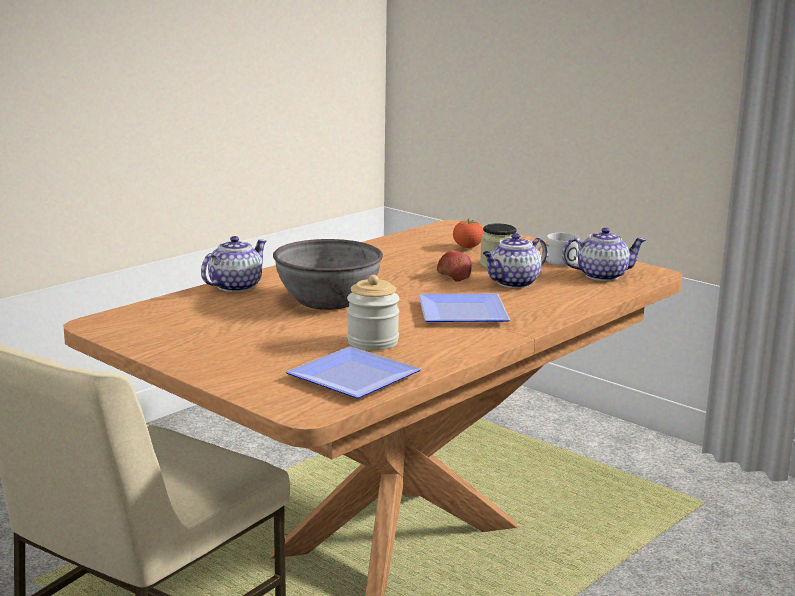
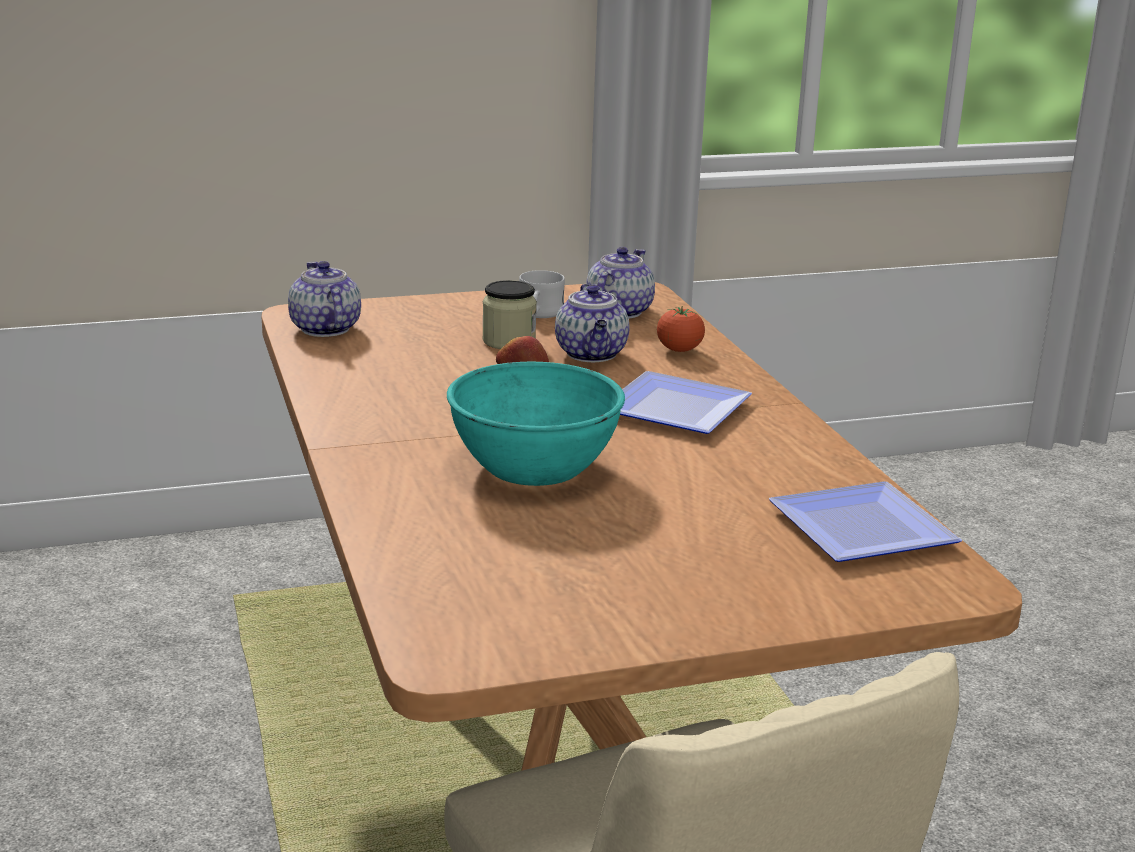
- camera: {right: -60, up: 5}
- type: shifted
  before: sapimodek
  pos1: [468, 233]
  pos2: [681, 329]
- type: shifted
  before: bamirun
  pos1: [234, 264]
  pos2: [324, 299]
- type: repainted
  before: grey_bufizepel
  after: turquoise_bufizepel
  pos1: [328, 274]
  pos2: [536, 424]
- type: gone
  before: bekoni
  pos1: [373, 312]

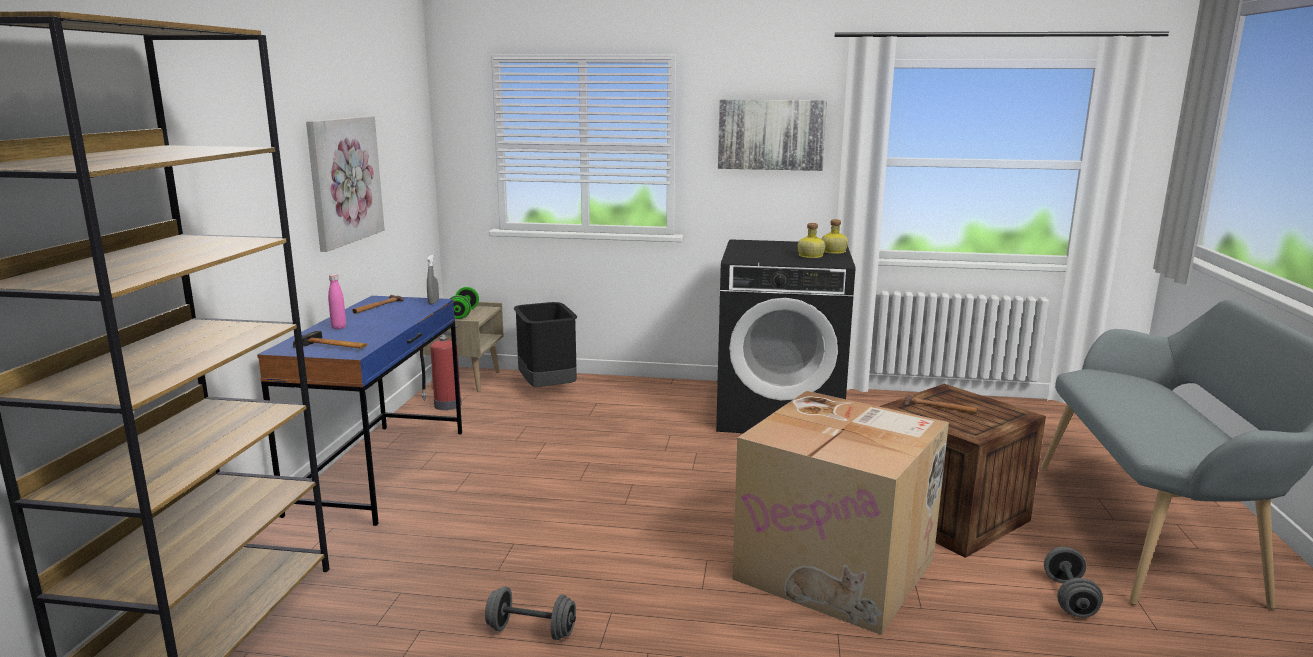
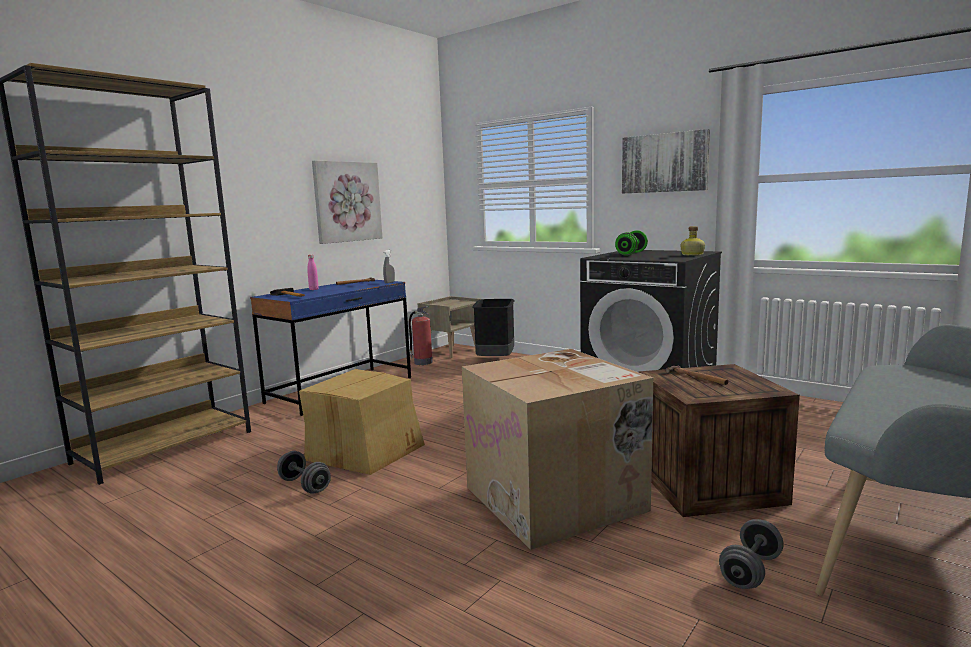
- camera: {right: 30, up: -5}
- type: gone
  before: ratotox
  pos1: [811, 240]
- type: shifted
  before: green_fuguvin
  pos1: [464, 303]
  pos2: [631, 243]
- type: new
  after: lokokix
  pos2: [362, 422]

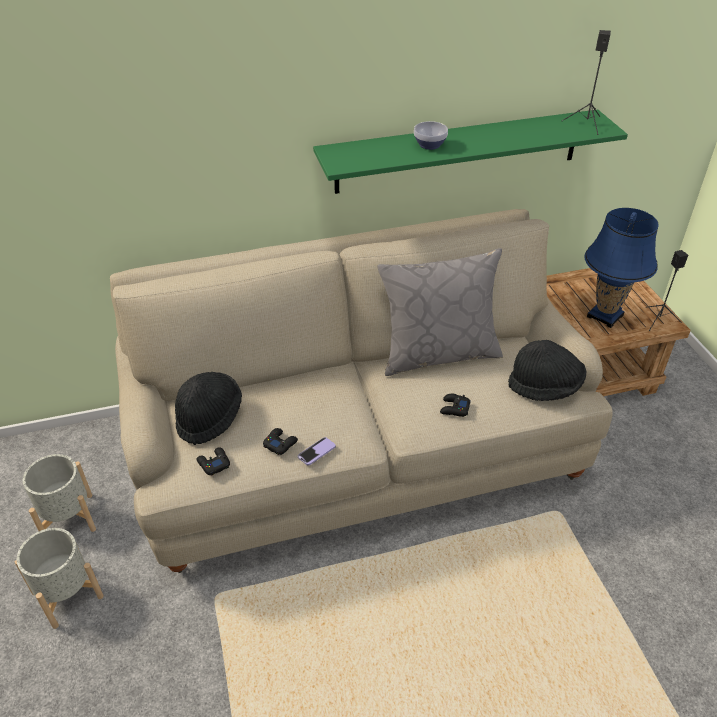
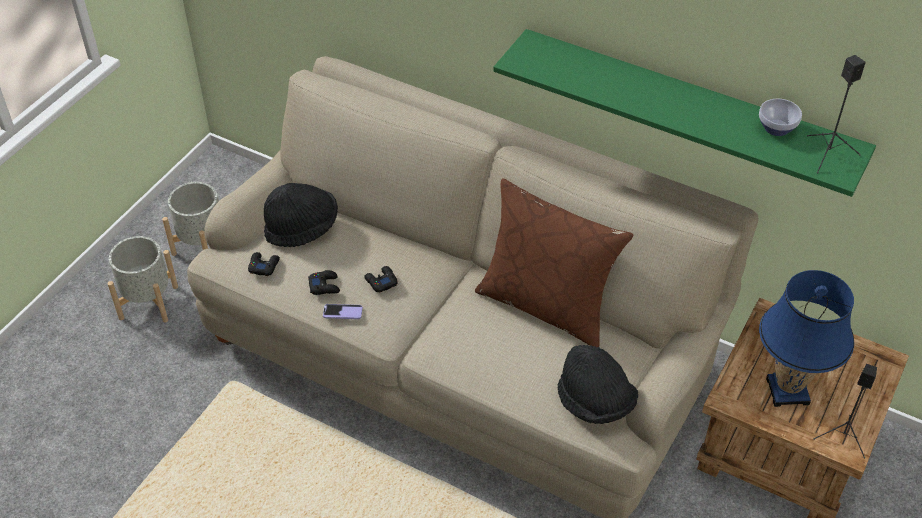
- camera: {right: 45, up: 5}
- type: shifted
  before: bufizepel
  pos1: [431, 135]
  pos2: [780, 117]
- type: repainted
  before: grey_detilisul
  after: brown_detilisul
  pos1: [440, 312]
  pos2: [554, 262]
- type: shifted
  before: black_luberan
  pos1: [455, 405]
  pos2: [381, 279]

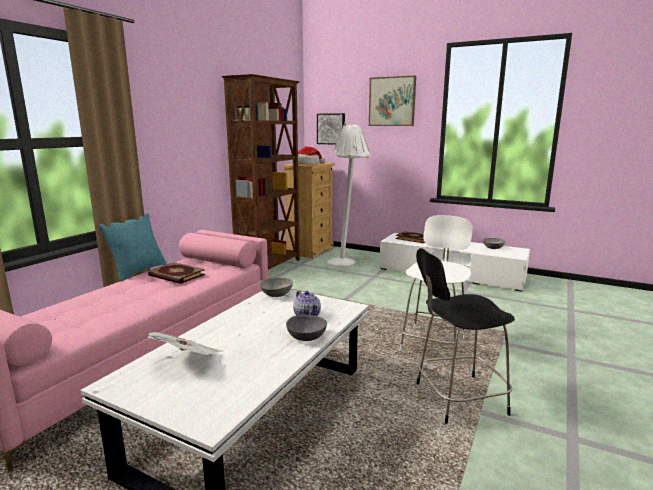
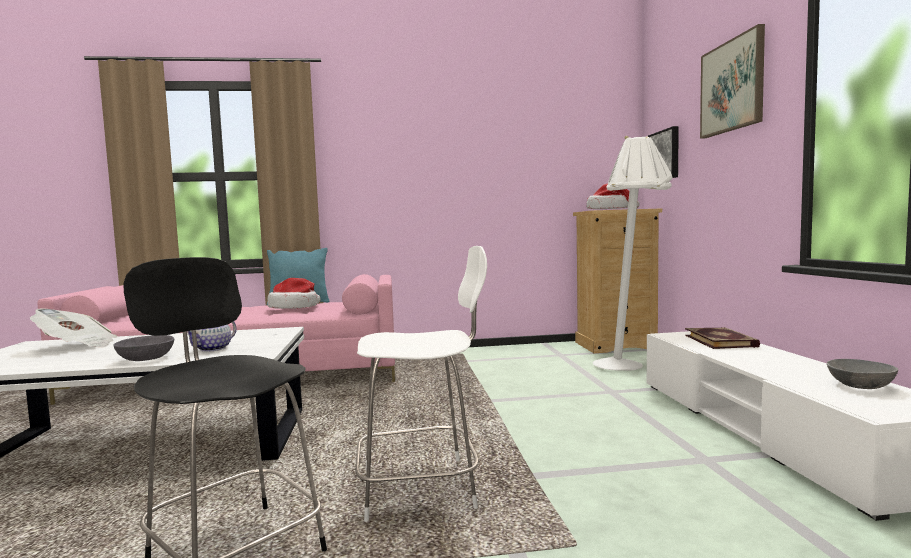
- camera: {right: 55, up: -10}
- type: gone
  before: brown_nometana
  pos1: [261, 171]
- type: swapped
  before: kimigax
  after: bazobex
  pos1: [176, 273]
  pos2: [294, 293]
- type: gone
  before: grey_bufizepel
  pos1: [276, 287]

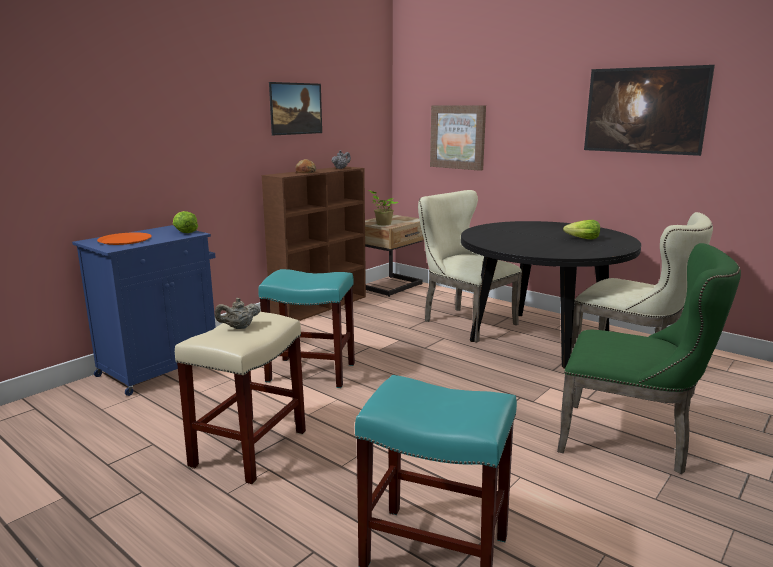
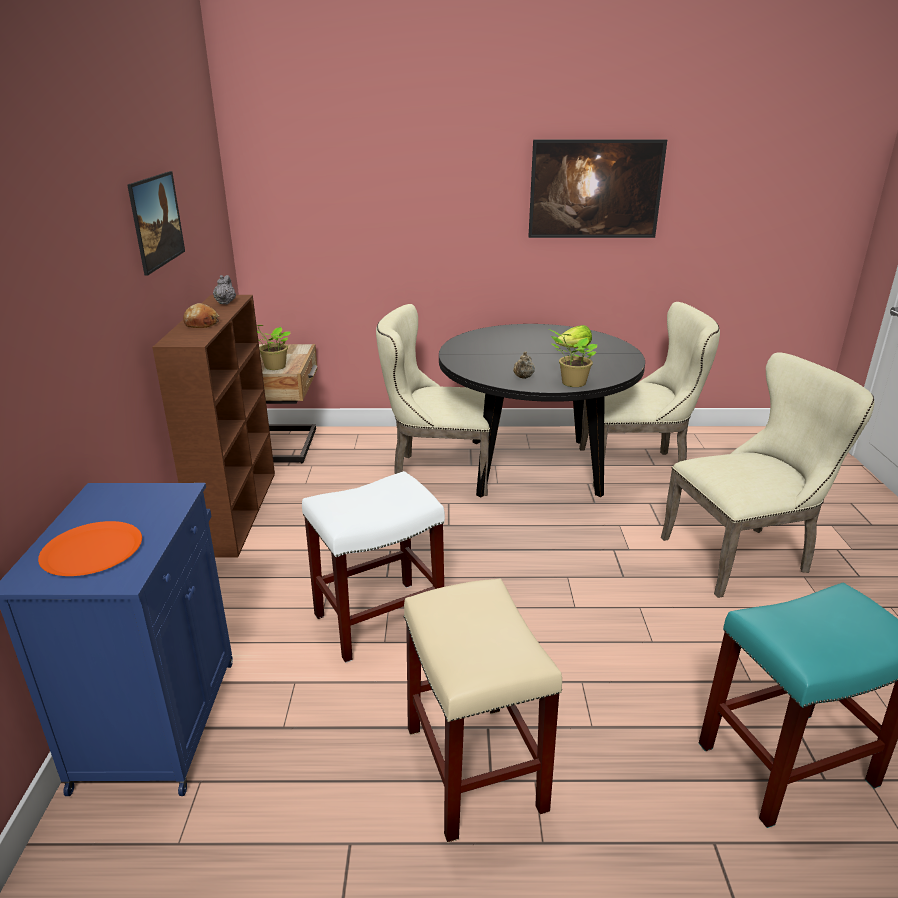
- camera: {right: -40, up: 10}
- type: gone
  before: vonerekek
  pos1: [458, 138]
- type: gone
  before: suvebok
  pos1: [185, 222]
- type: repainted
  before: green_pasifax
  after: beige_pasifax
  pos1: [649, 358]
  pos2: [768, 475]
- type: repainted
  before: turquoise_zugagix
  after: white_zugagix
  pos1: [306, 328]
  pos2: [373, 567]
- type: shifted
  before: beige_bamirun
  pos1: [237, 313]
  pos2: [524, 365]
- type: new
  after: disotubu
  pos2: [573, 358]

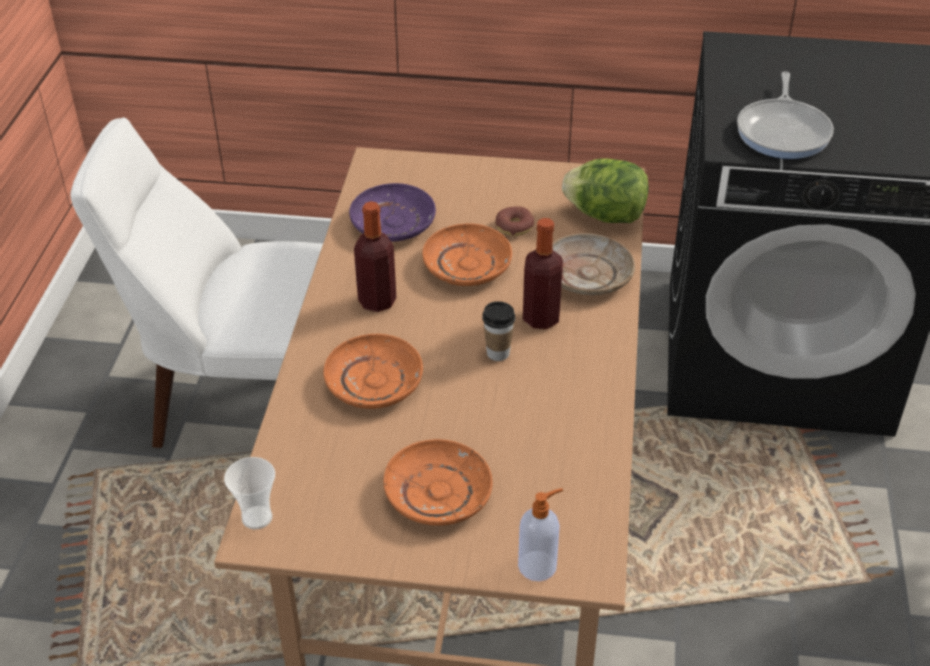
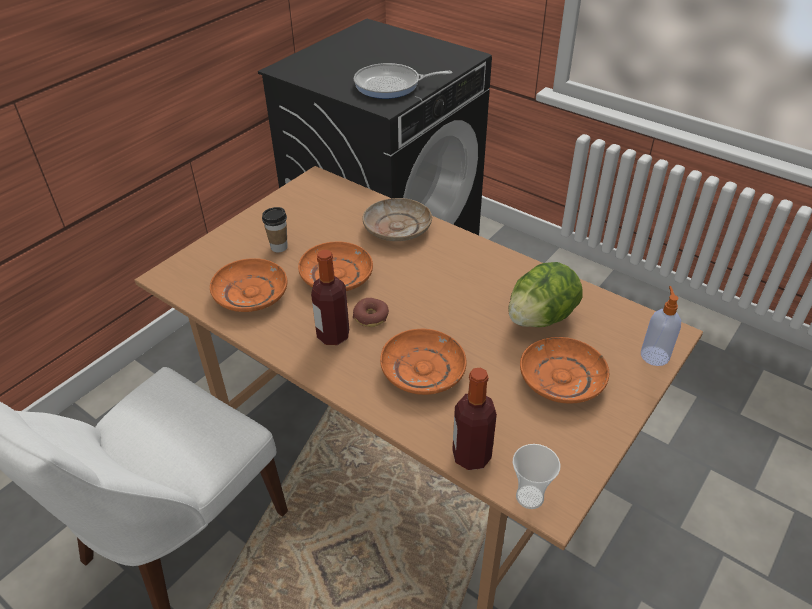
- camera: {right: -60, up: 0}
- type: rotated
  before: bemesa
  pos1: [785, 115]
  pos2: [403, 81]
  turn: 135
- type: shifted
  before: suvebok
  pos1: [605, 190]
  pos2: [545, 294]
- type: repainted
  before: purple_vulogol
  after: orange_vulogol
  pos1: [392, 212]
  pos2: [248, 285]
- type: shifted
  before: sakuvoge
  pos1: [514, 221]
  pos2: [371, 312]
- type: shifted
  before: ratotox
  pos1: [543, 273]
  pos2: [474, 419]
- type: shifted
  before: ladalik
  pos1: [499, 331]
  pos2: [275, 229]

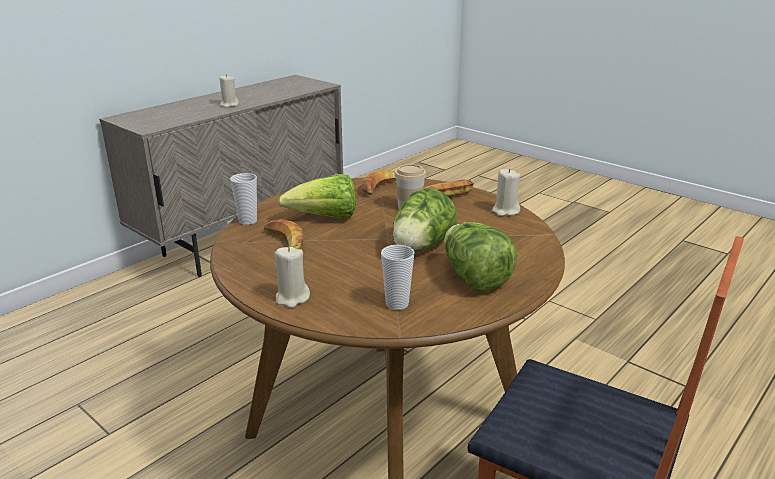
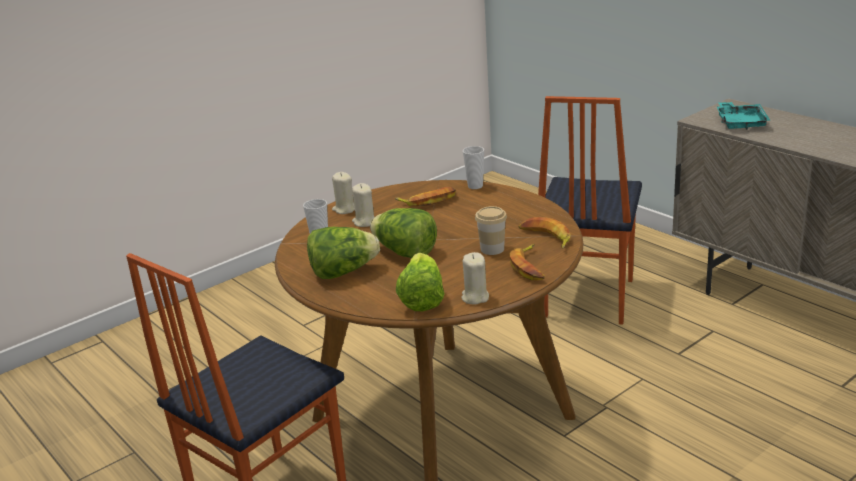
- camera: {right: 100, up: 0}
- type: shifted
  before: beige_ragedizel
  pos1: [229, 91]
  pos2: [363, 205]
- type: shifted
  before: suvebok
  pos1: [317, 196]
  pos2: [420, 282]
- type: new
  after: pasifax
  pos2: [590, 210]
- type: new
  after: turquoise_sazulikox
  pos2: [743, 116]

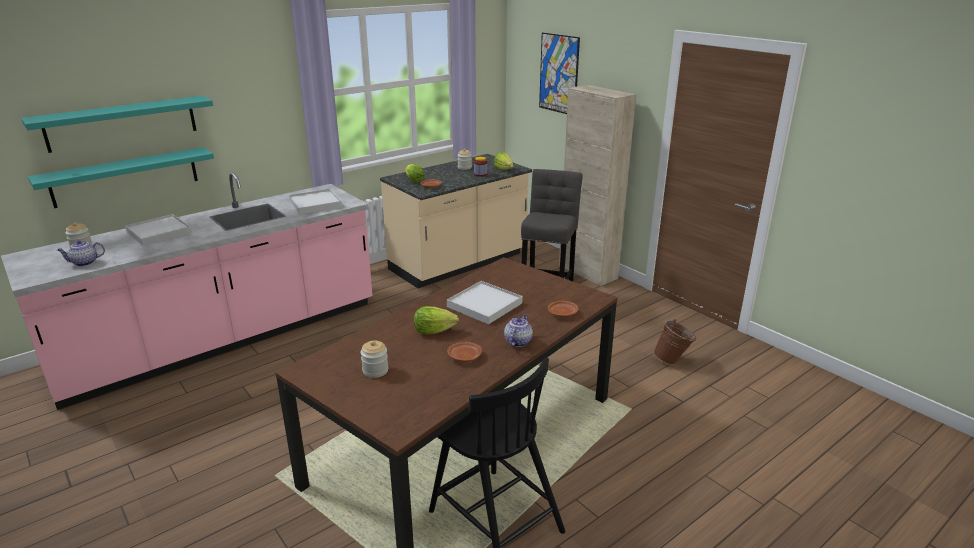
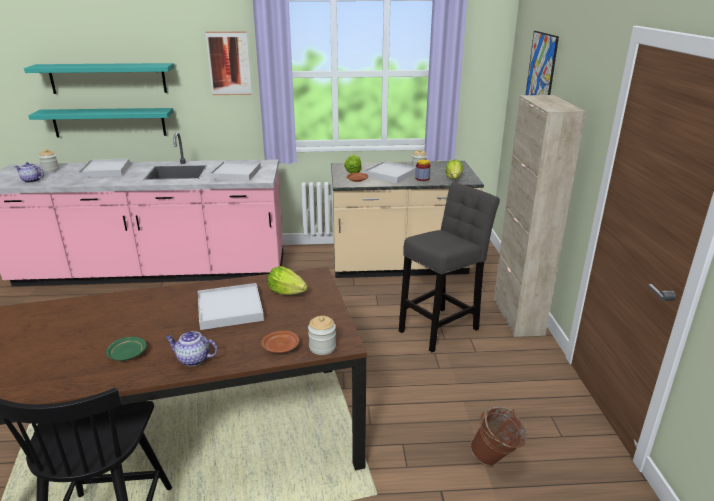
- camera: {right: 35, up: 0}
- type: shifted
  before: suvebok
  pos1: [436, 320]
  pos2: [288, 280]
- type: rotated
  before: bamirun
  pos1: [518, 330]
  pos2: [191, 348]
  turn: -135
- type: shifted
  before: bekoni
  pos1: [374, 359]
  pos2: [322, 335]
- type: repainted
  before: brown_vulogol
  after: green_vulogol
  pos1: [464, 352]
  pos2: [126, 349]
- type: new
  after: vonerekek
  pos2: [228, 63]
- type: new
  after: white_sazulikox
  pos2: [390, 172]

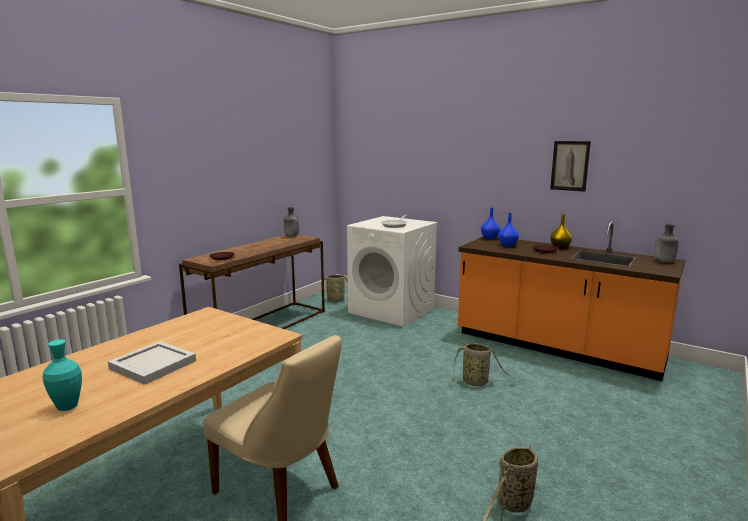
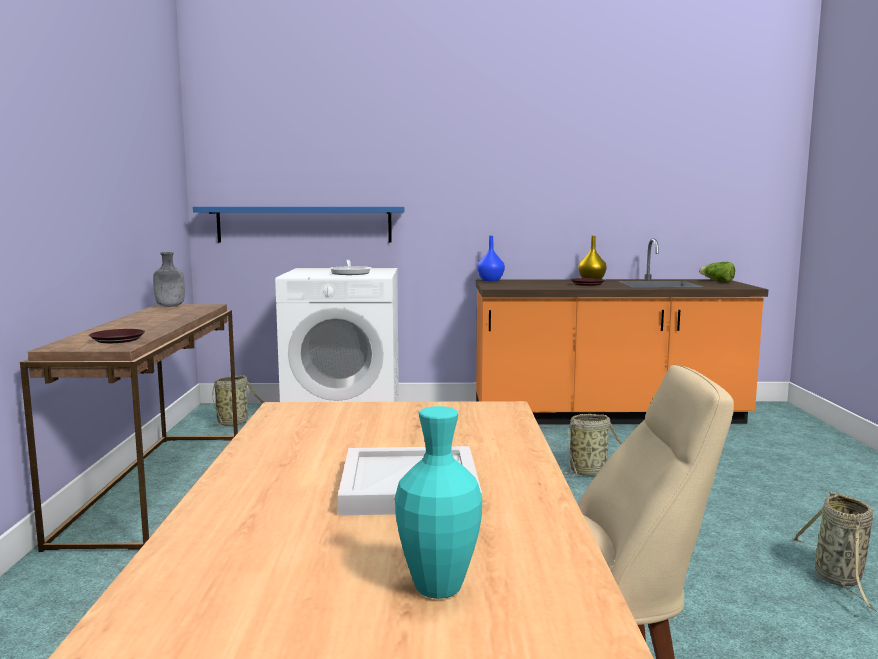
- camera: {right: -35, up: -5}
- type: gone
  before: vonerekek
  pos1: [570, 166]
- type: gone
  before: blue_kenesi
  pos1: [508, 230]
- type: swapped
  before: grey_ratotox
  after: suvebok
  pos1: [666, 243]
  pos2: [717, 272]
- type: new
  after: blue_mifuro
  pos2: [299, 225]

